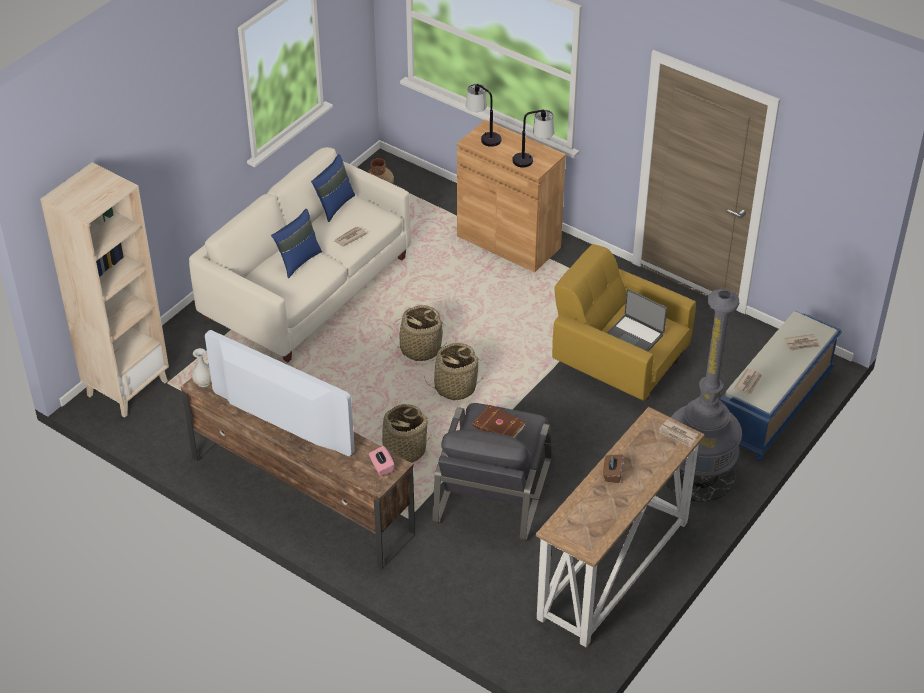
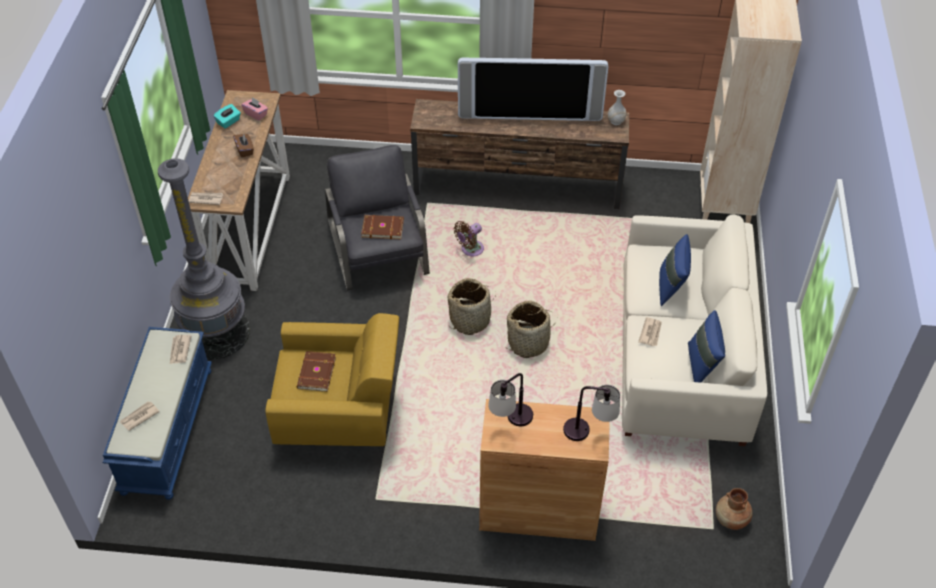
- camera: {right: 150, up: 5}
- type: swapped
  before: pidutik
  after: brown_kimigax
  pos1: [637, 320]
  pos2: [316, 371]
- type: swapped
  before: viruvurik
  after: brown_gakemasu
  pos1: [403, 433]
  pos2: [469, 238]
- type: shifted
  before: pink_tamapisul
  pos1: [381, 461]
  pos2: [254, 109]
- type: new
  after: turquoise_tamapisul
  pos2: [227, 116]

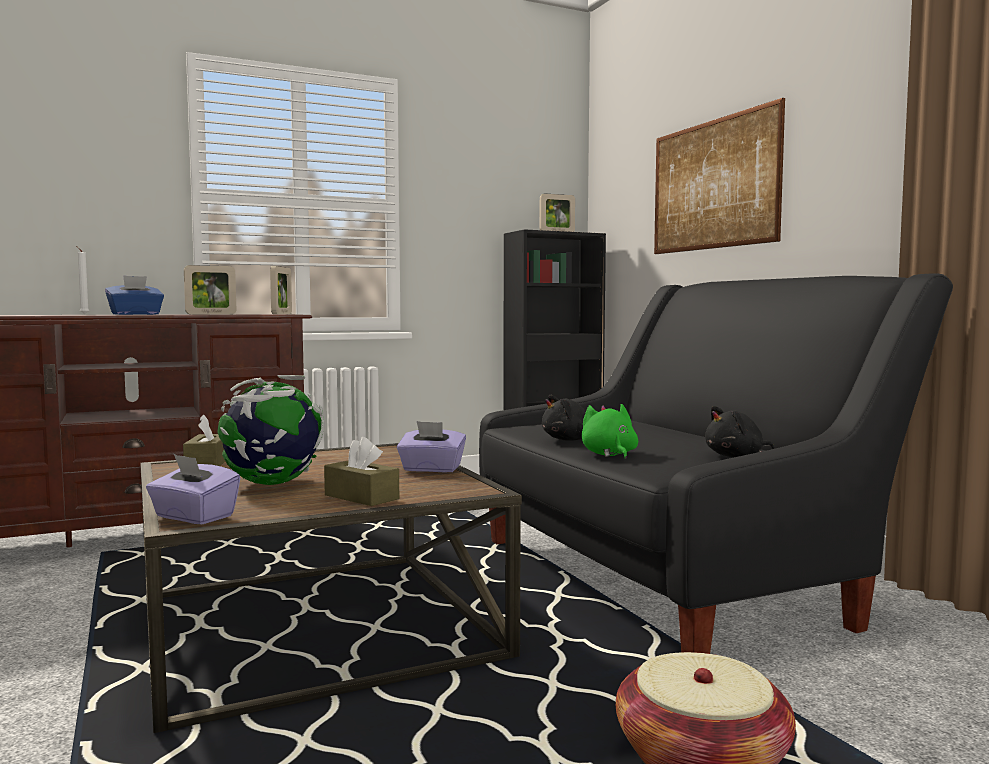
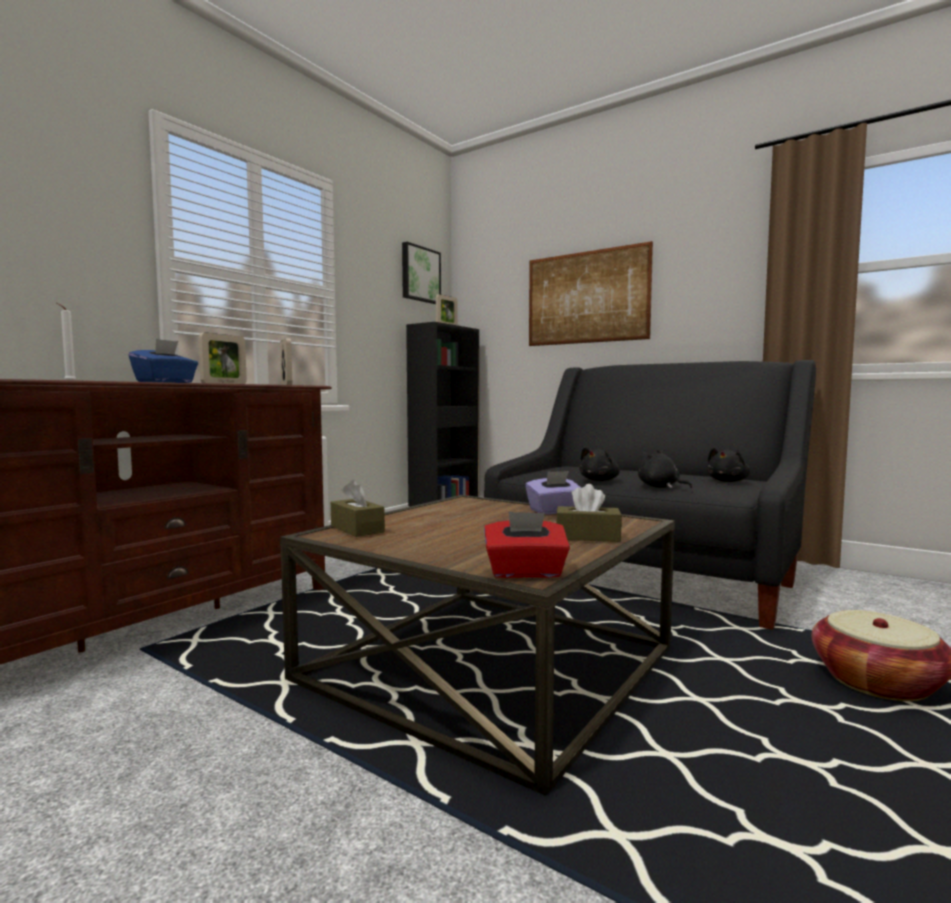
- camera: {right: -30, up: 0}
- type: gone
  before: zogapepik
  pos1: [271, 430]
- type: repainted
  before: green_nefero
  after: black_nefero
  pos1: [610, 431]
  pos2: [665, 469]
- type: repainted
  before: purple_tamapisul
  after: red_tamapisul
  pos1: [193, 489]
  pos2: [527, 545]
- type: new
  after: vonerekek
  pos2: [421, 273]

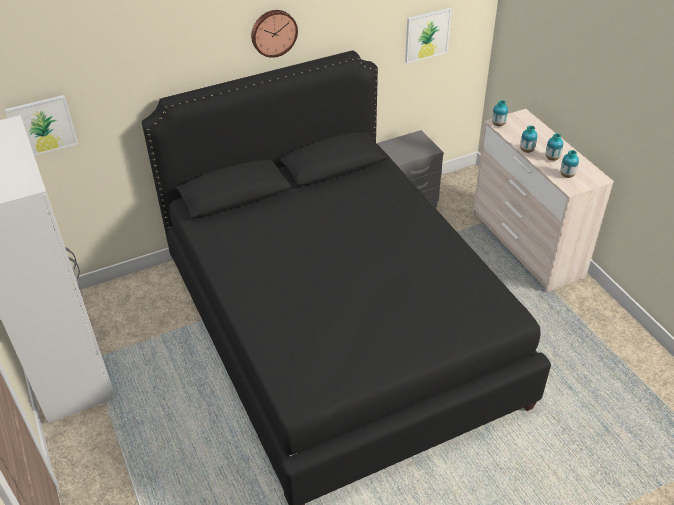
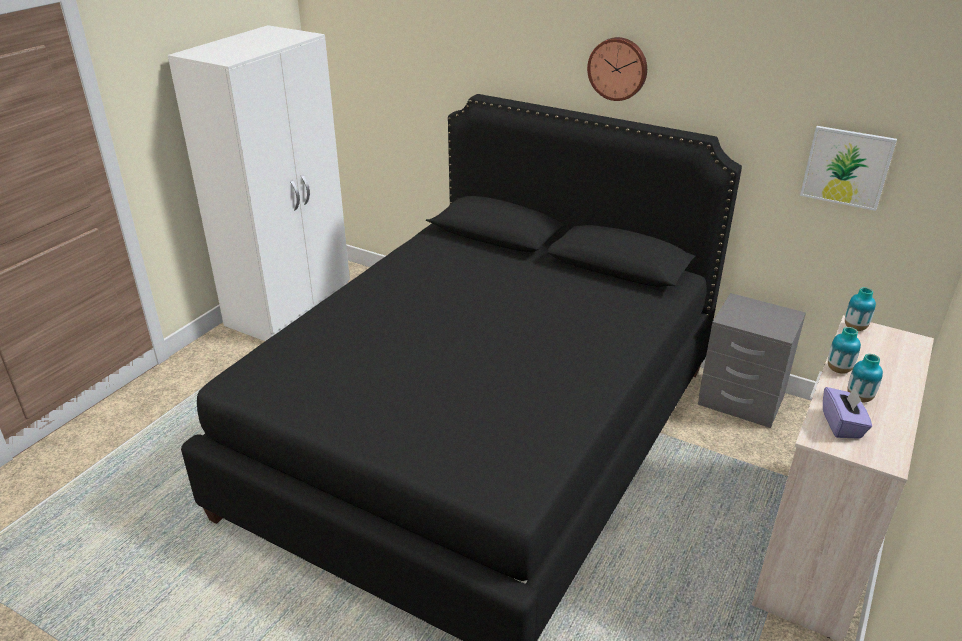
- camera: {right: 55, up: -10}
- type: gone
  before: vonerekek
  pos1: [41, 125]
- type: swapped
  before: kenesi
  after: purple_tamapisul
  pos1: [569, 164]
  pos2: [847, 413]

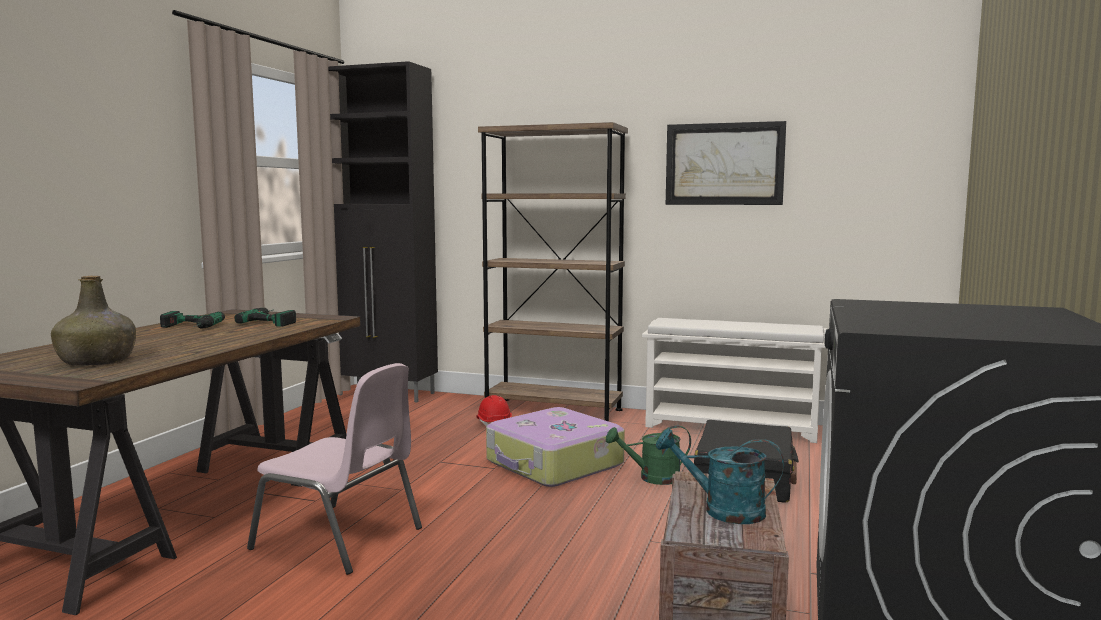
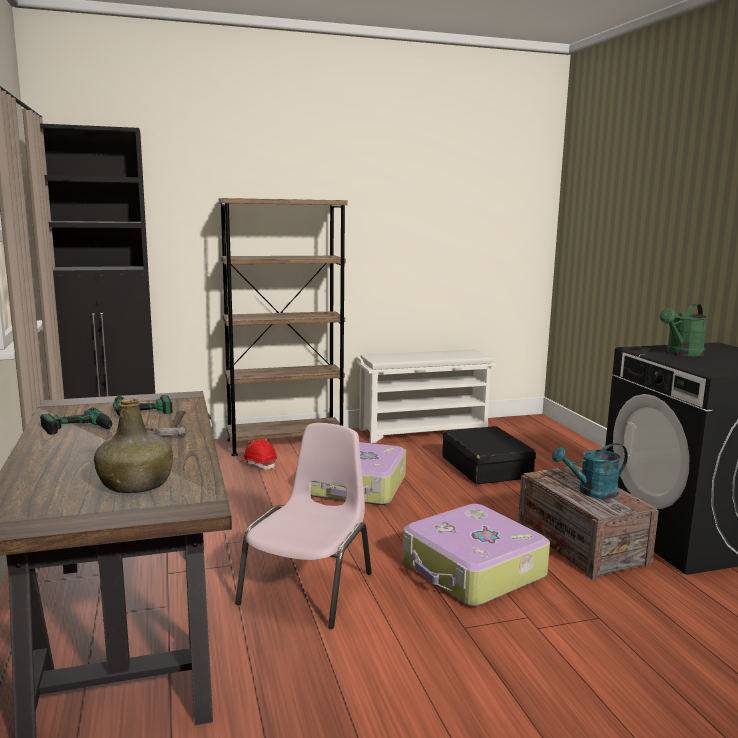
- camera: {right: -35, up: 5}
- type: gone
  before: vonerekek
  pos1: [726, 163]
- type: rotated
  before: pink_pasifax
  pos1: [334, 469]
  pos2: [303, 526]
  turn: -60
- type: shifted
  before: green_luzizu
  pos1: [648, 455]
  pos2: [683, 330]
- type: new
  after: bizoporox
  pos2: [166, 423]
- type: new
  after: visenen
  pos2: [476, 555]

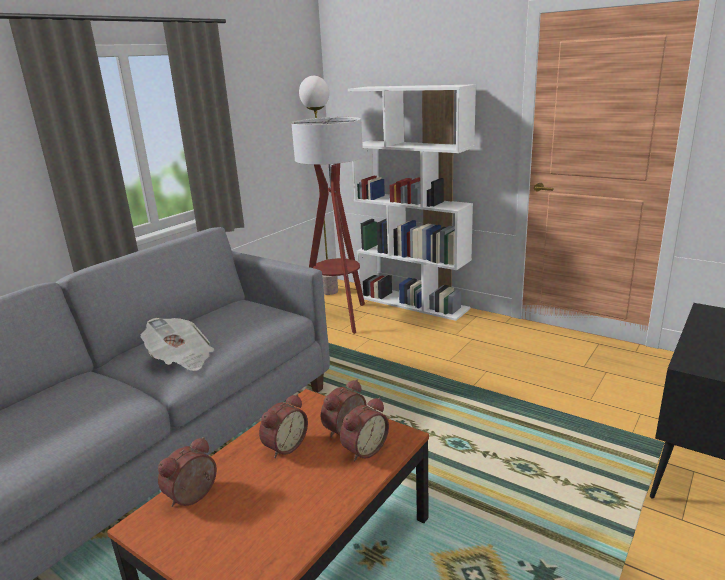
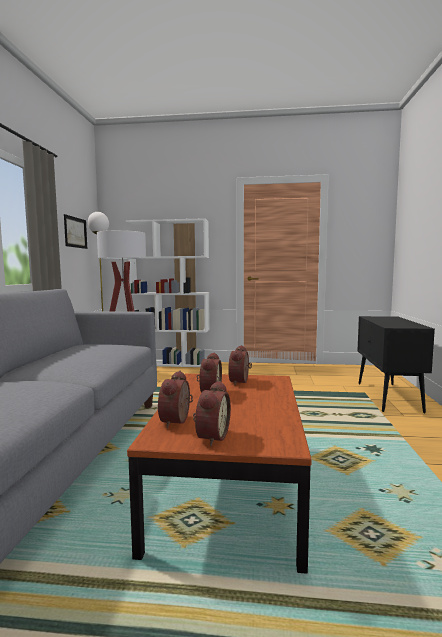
- camera: {right: -30, up: -15}
- type: gone
  before: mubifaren
  pos1: [177, 344]
- type: shifted
  before: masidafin
  pos1: [364, 429]
  pos2: [212, 413]
- type: new
  after: vonerekek
  pos2: [75, 231]

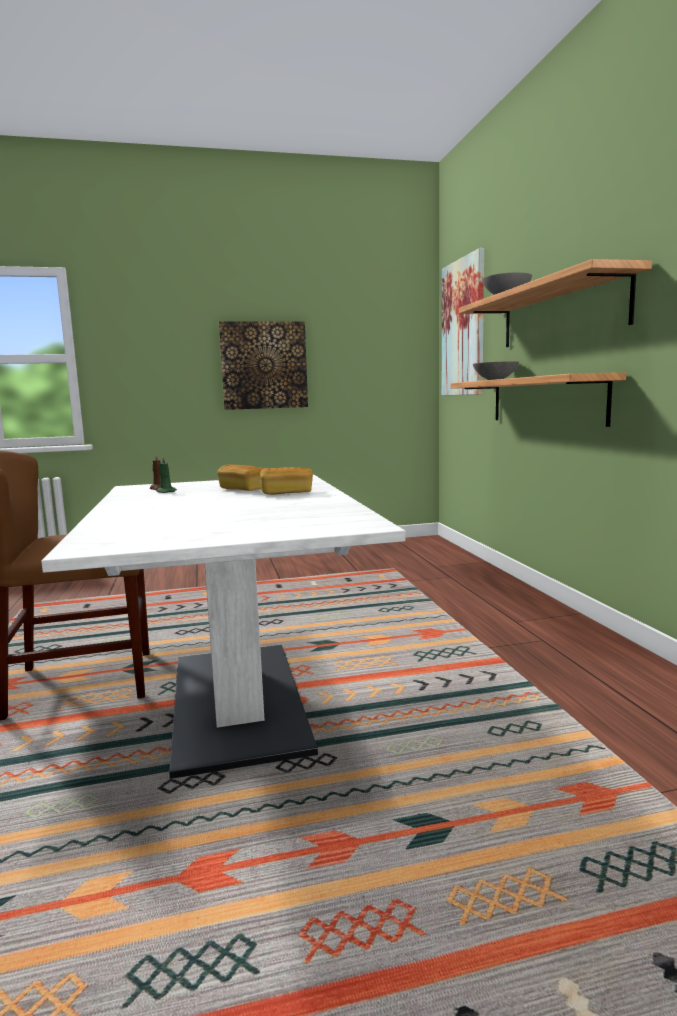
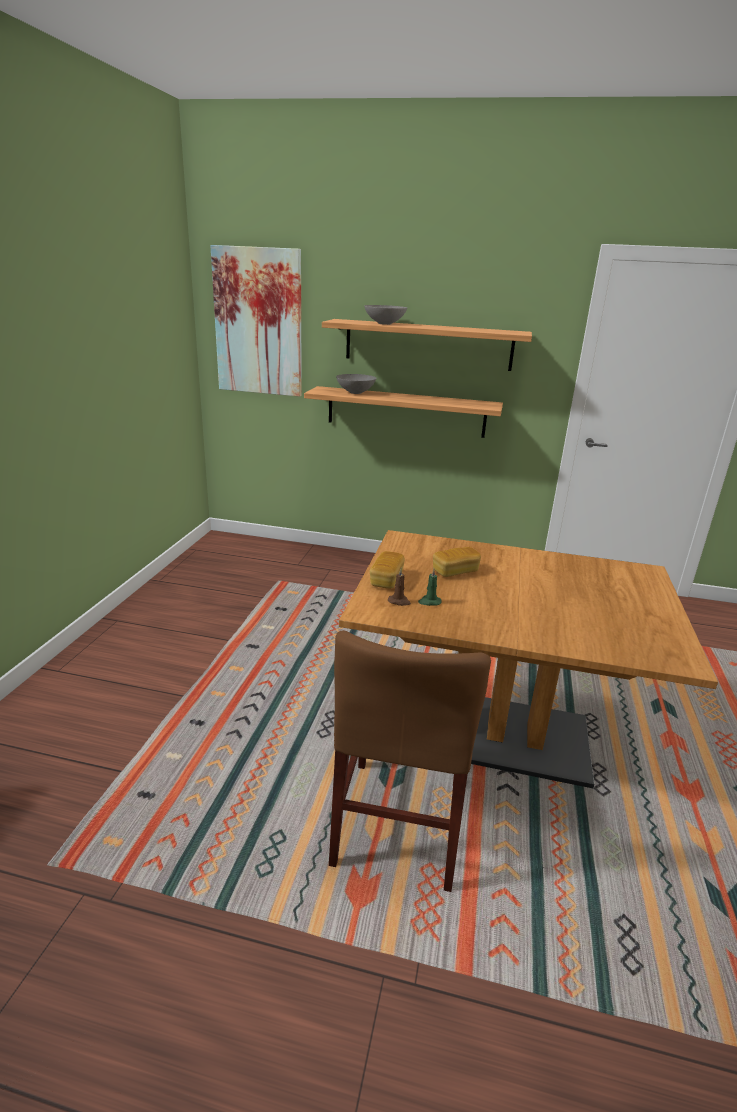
- camera: {right: -65, up: 15}
- type: gone
  before: vonerekek
  pos1: [263, 365]
- type: shifted
  before: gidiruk
  pos1: [286, 481]
  pos2: [387, 570]
- type: repainted
  before: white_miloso
  after: brown_miloso
  pos1: [223, 627]
  pos2: [528, 659]

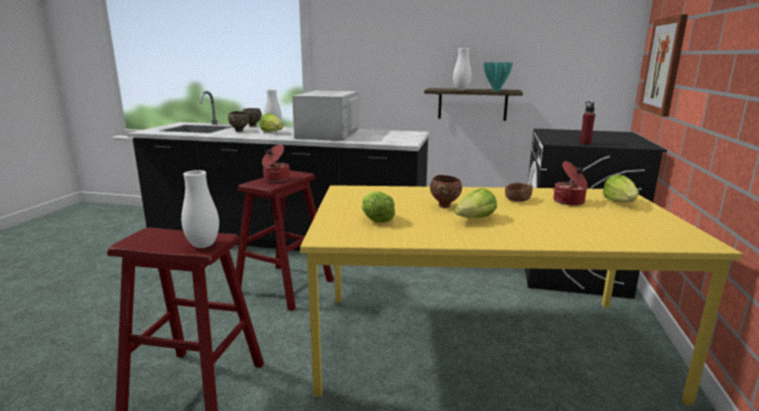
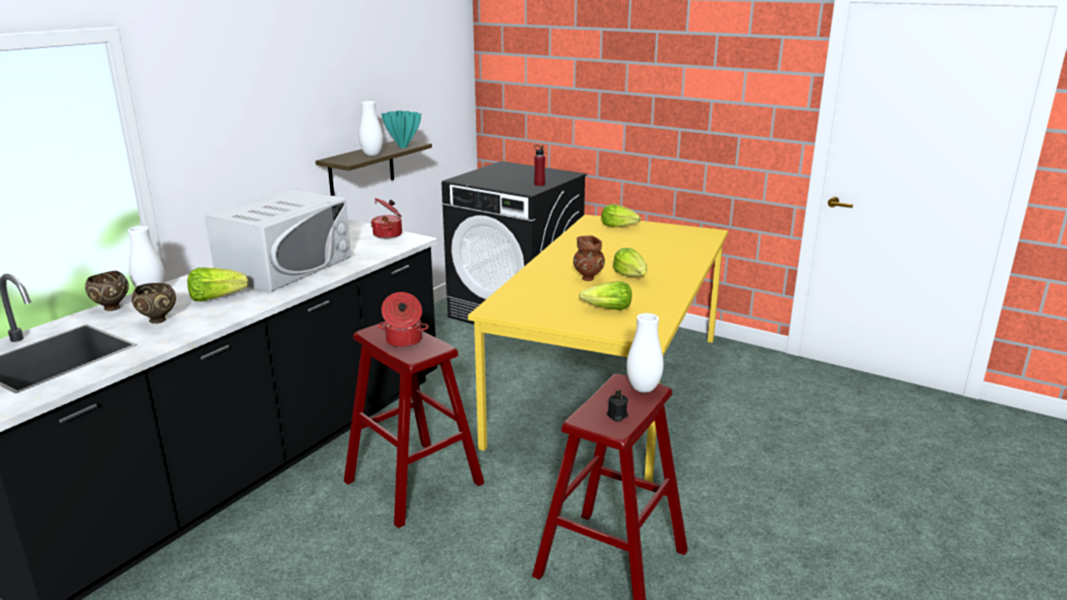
- camera: {right: -70, up: 5}
- type: gone
  before: vonerekek
  pos1: [663, 65]
- type: rotated
  before: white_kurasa
  pos1: [325, 116]
  pos2: [278, 240]
  turn: -90
- type: shifted
  before: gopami
  pos1: [570, 183]
  pos2: [386, 218]
- type: new
  after: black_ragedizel
  pos2: [617, 405]

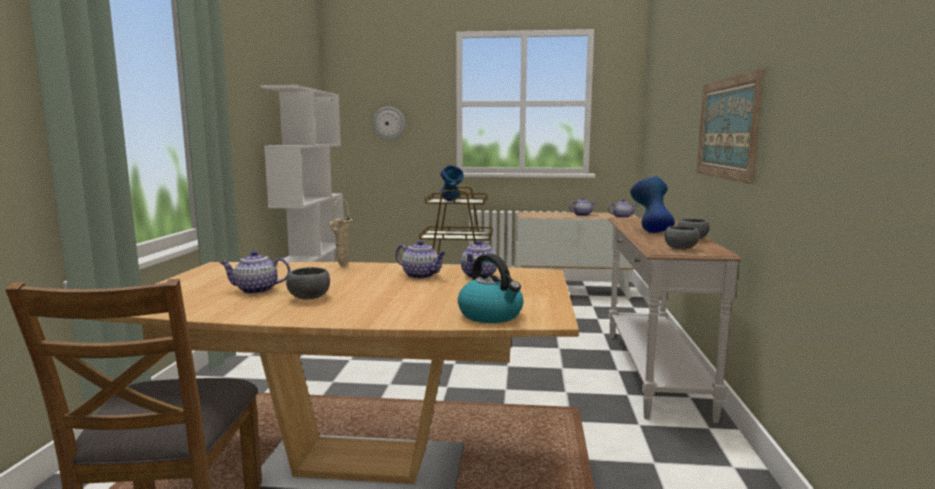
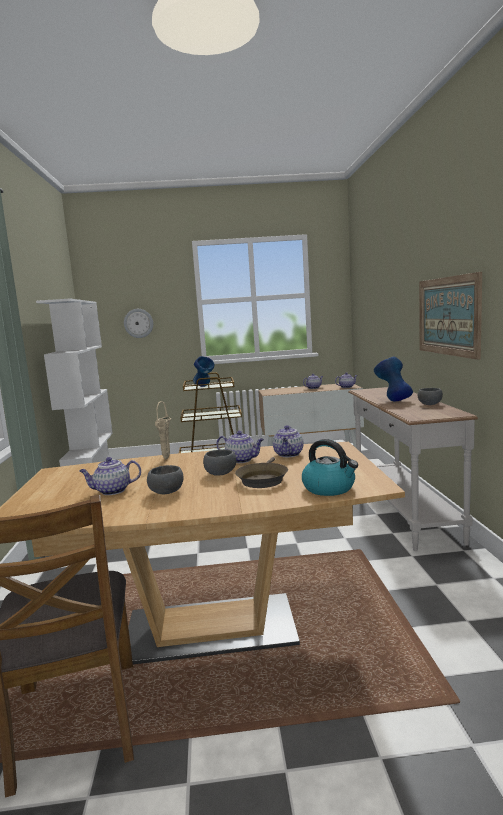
- camera: {right: -10, up: 0}
- type: shifted
  before: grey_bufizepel
  pos1: [682, 238]
  pos2: [219, 462]
- type: new
  after: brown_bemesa
  pos2: [261, 472]

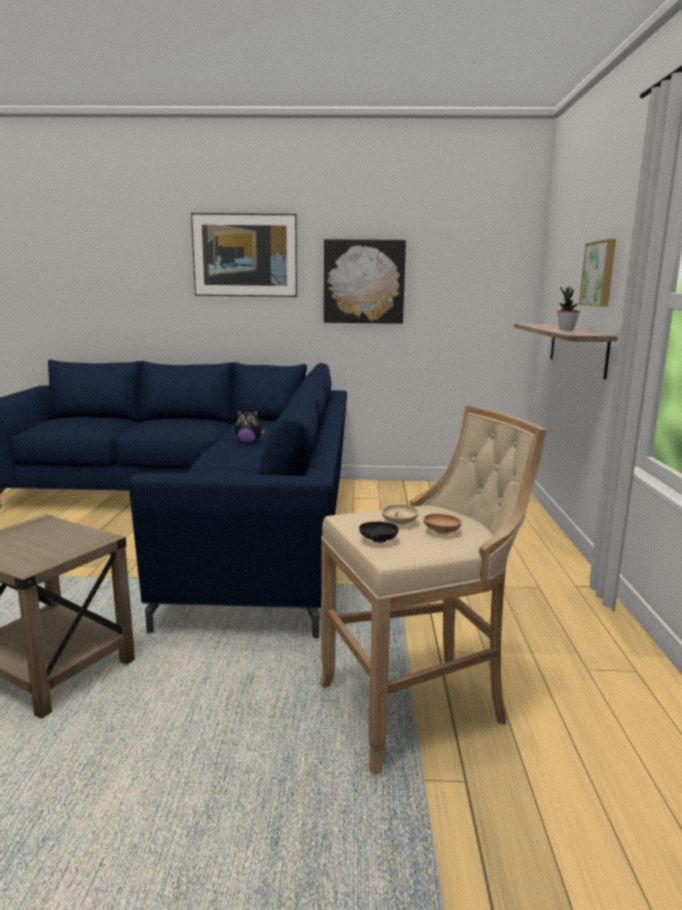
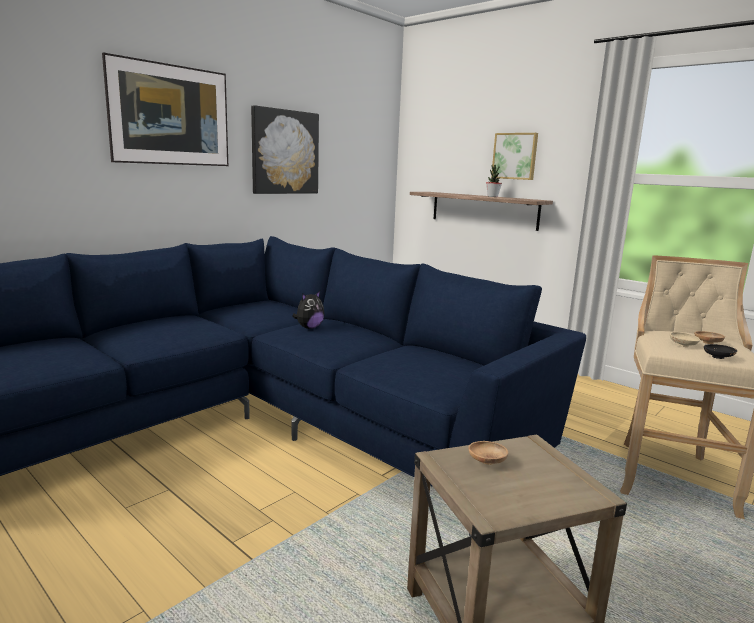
- camera: {right: -50, up: 0}
- type: new
  after: brown_bufizepel
  pos2: [488, 453]

